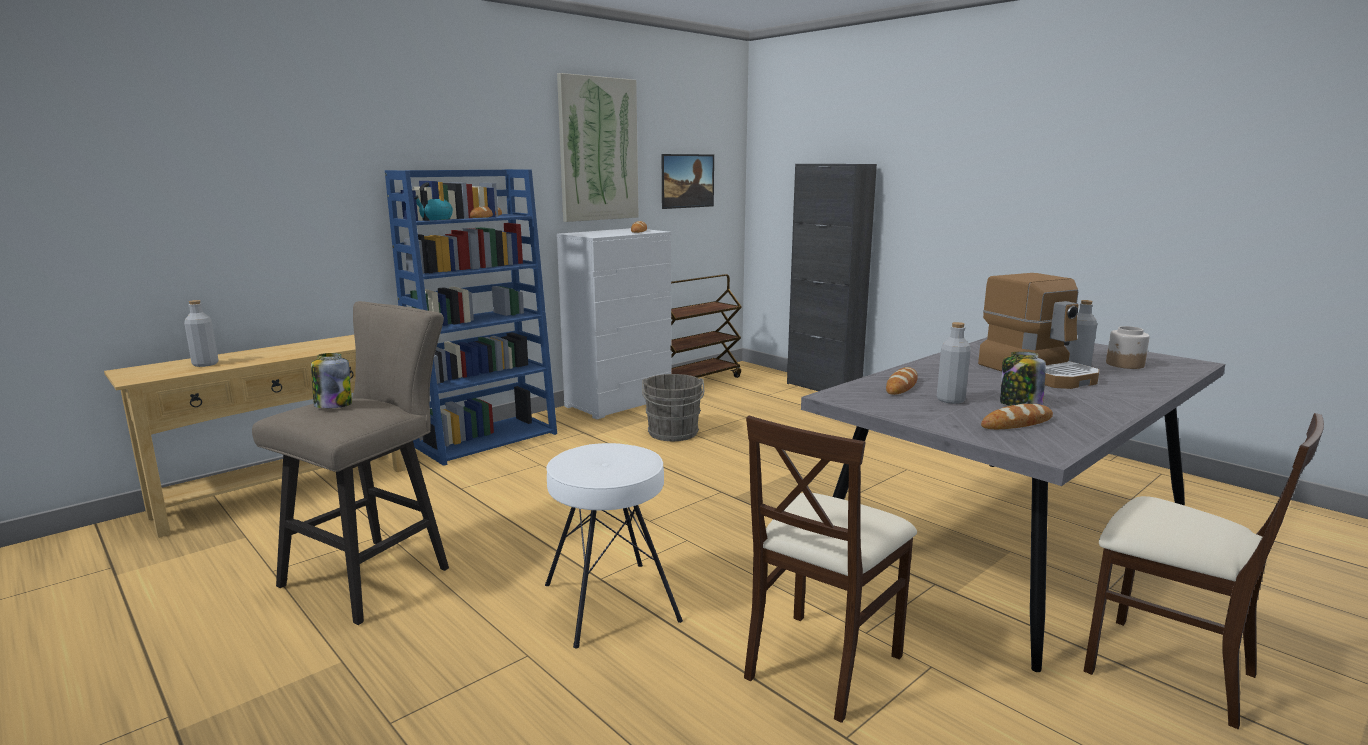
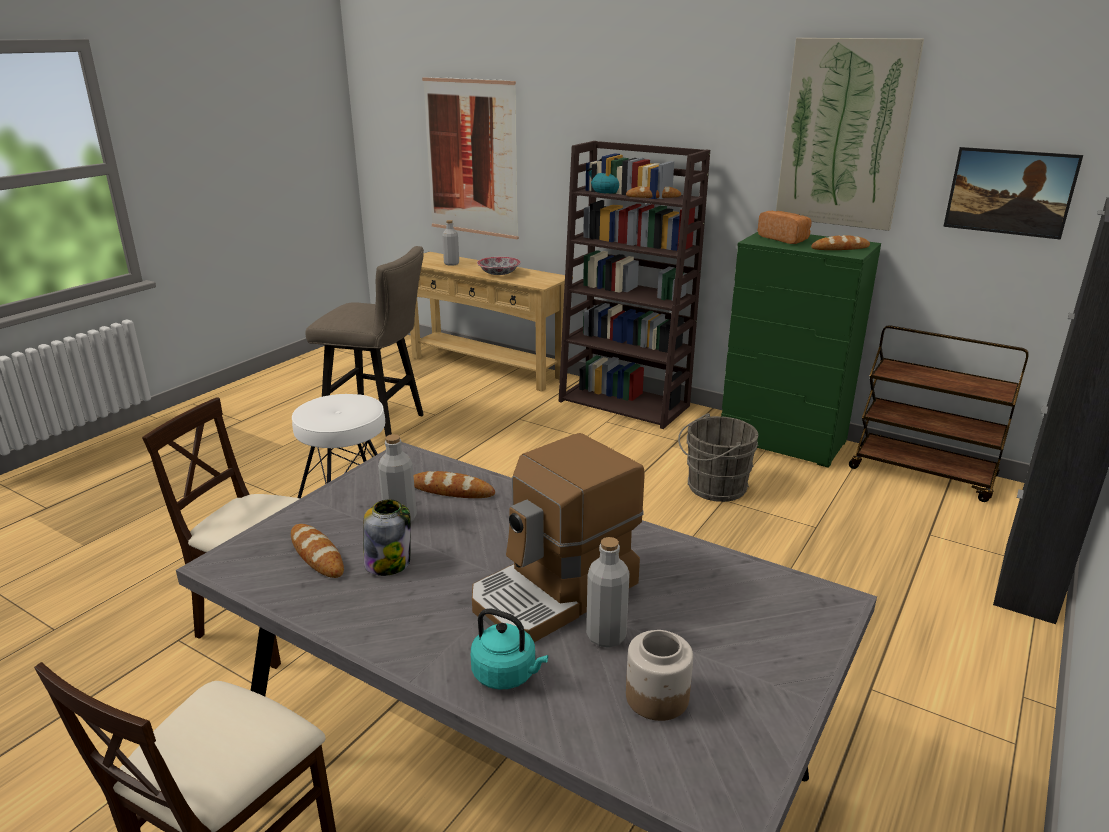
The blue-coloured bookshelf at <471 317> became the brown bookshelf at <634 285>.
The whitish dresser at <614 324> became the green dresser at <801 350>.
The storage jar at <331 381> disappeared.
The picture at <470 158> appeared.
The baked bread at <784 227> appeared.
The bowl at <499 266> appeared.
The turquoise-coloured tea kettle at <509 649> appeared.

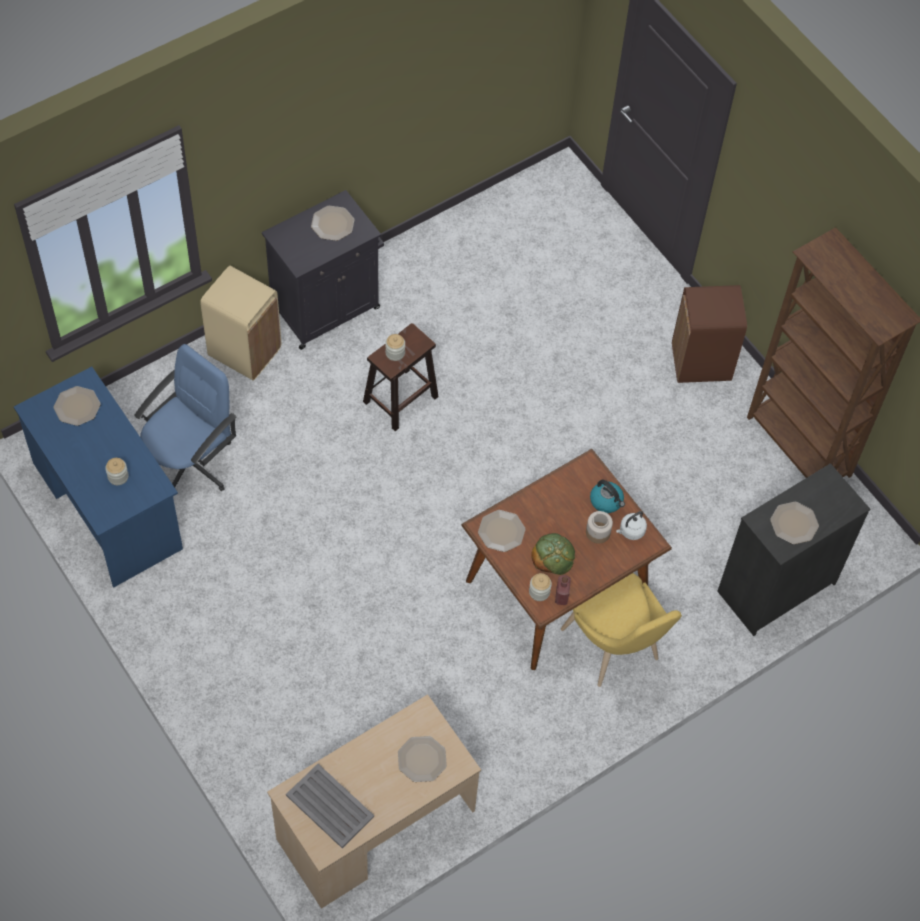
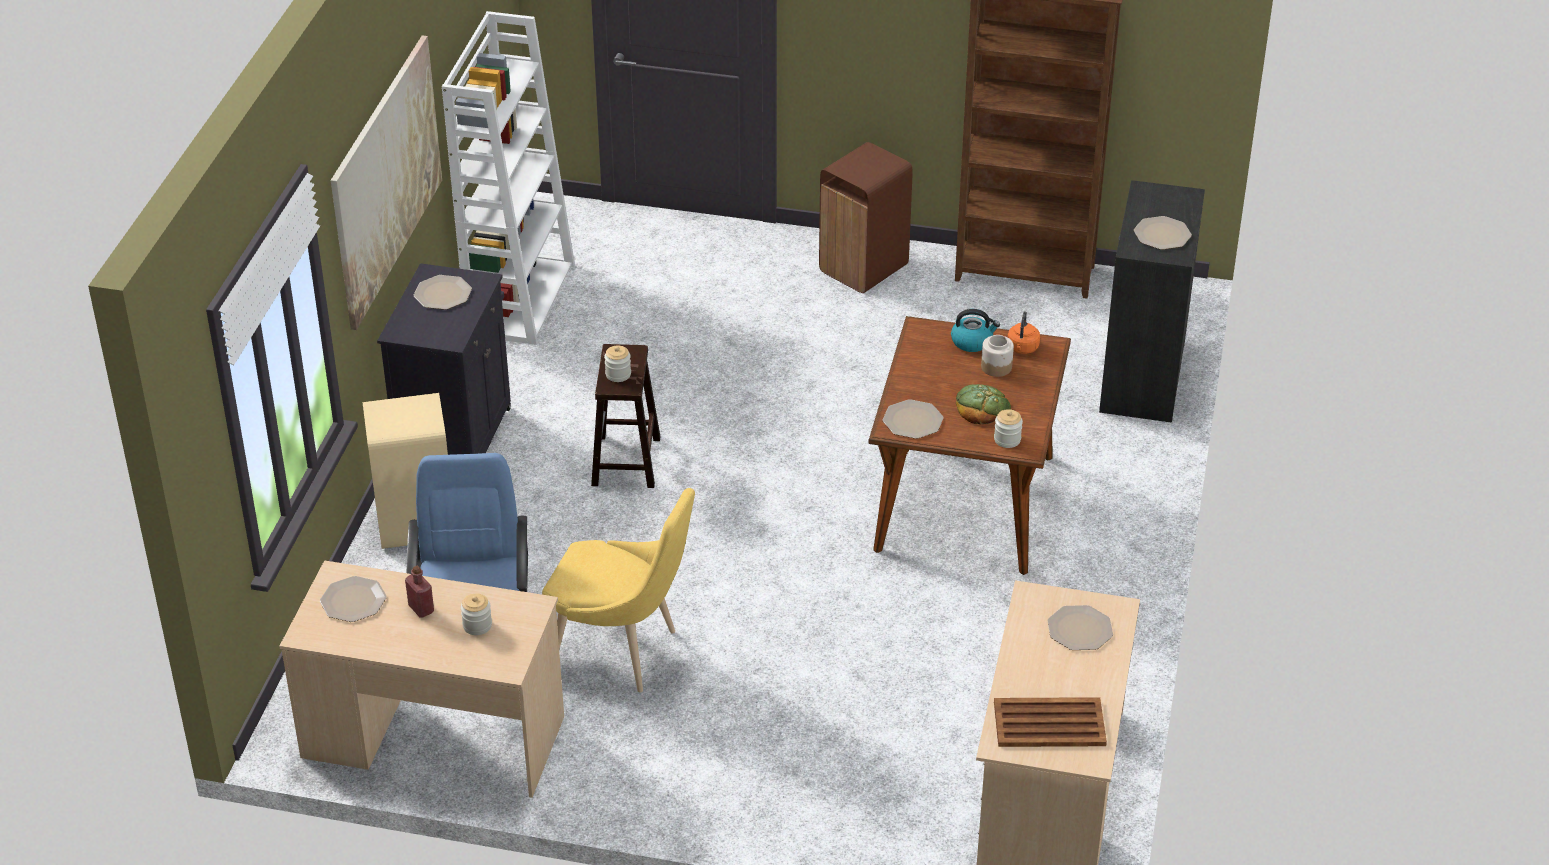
The blue-coloured desk unit at <98 477> became the sand-coloured desk unit at <421 679>.
The whitish tea kettle at <631 525> became the orange tea kettle at <1024 332>.
The yellow upright chair moved from <621 630> to <618 590>.
The red-coloured drink bottle moved from <563 590> to <419 592>.
The grey carrying tray at <330 806> became the brown carrying tray at <1050 722>.
The whitish bookshelf at <508 178> appeared.
The picture at <386 182> appeared.

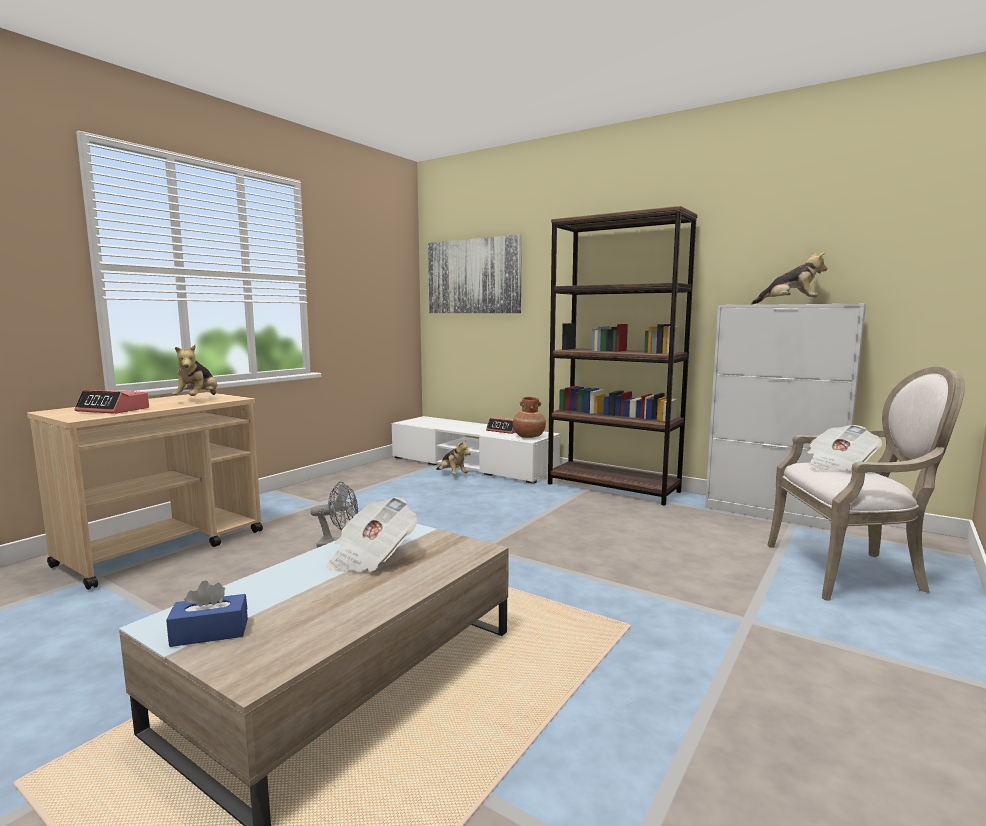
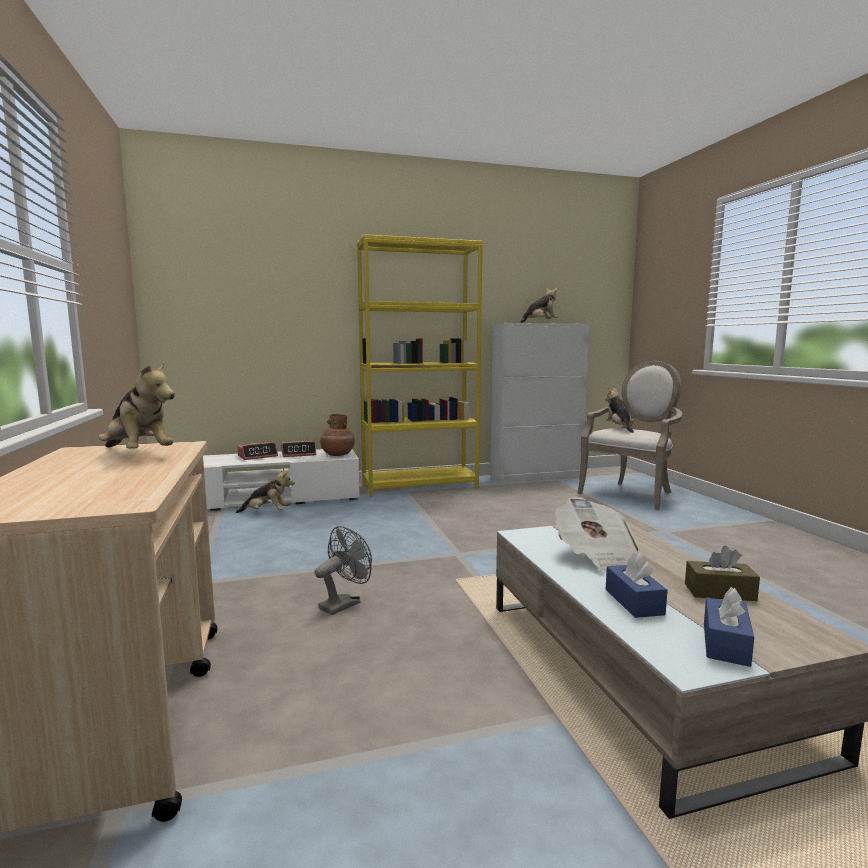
The brown bookshelf at <623 356> became the yellow bookshelf at <419 365>.
The picture at <475 274> disappeared.
The table clock moved from <111 402> to <257 451>.
The printed paper at <845 448> was replaced by the soft toy at <619 410>.
The brown tissue holder at <722 573> appeared.
The blue-coloured tissue holder at <637 585> appeared.

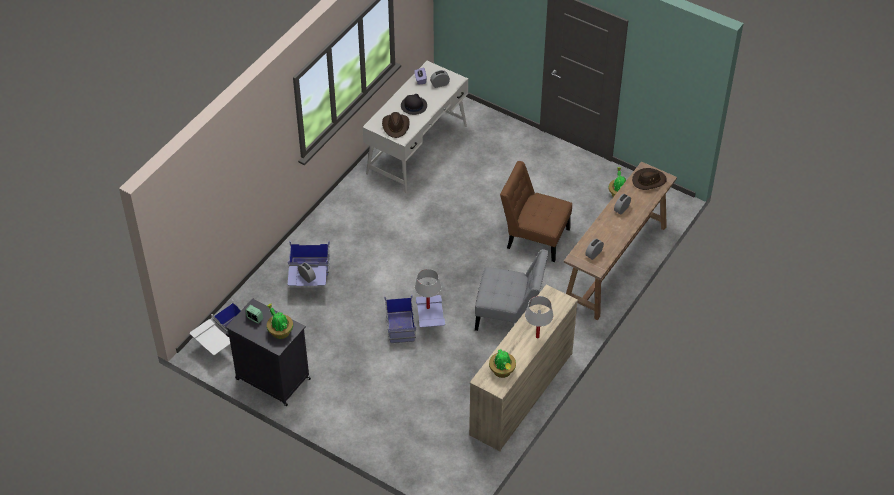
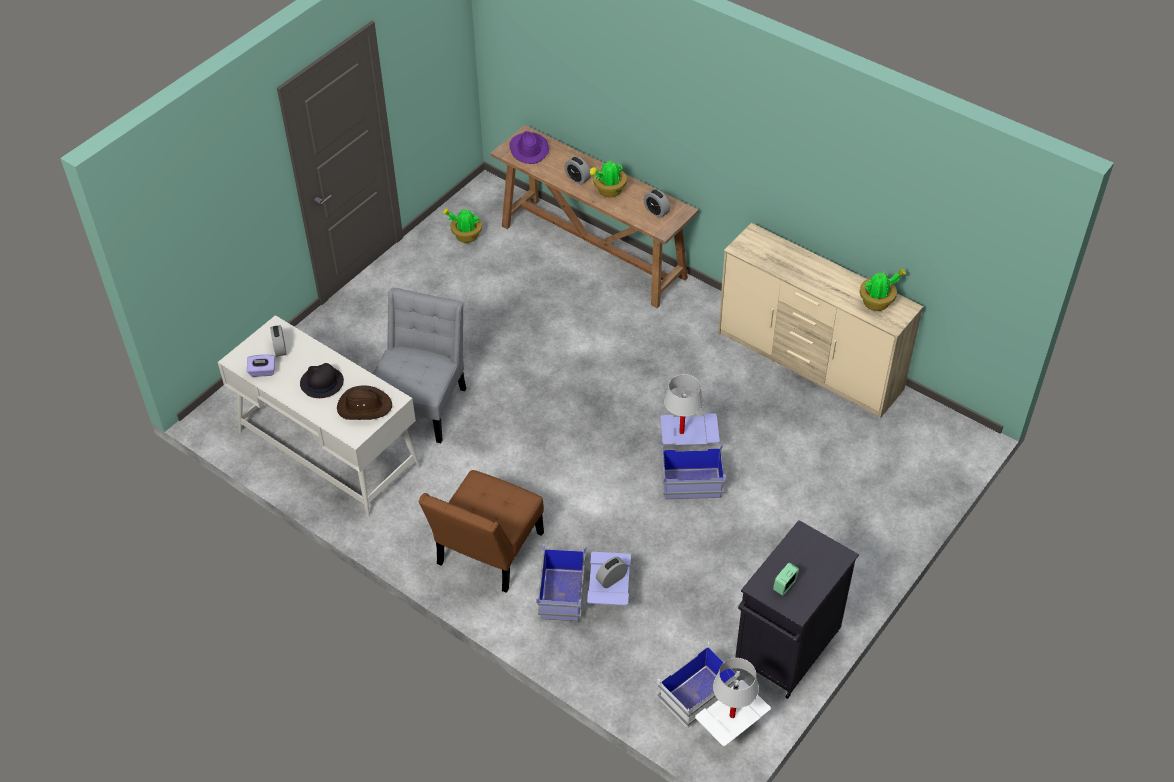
The brown upright chair moved from <536 211> to <481 531>.
The brown hat at <649 179> became the purple hat at <529 147>.
The grey upright chair moved from <512 290> to <419 365>.
The whitish lamp for a table moved from <539 317> to <736 688>.
The plant in a pot moved from <280 321> to <608 179>.

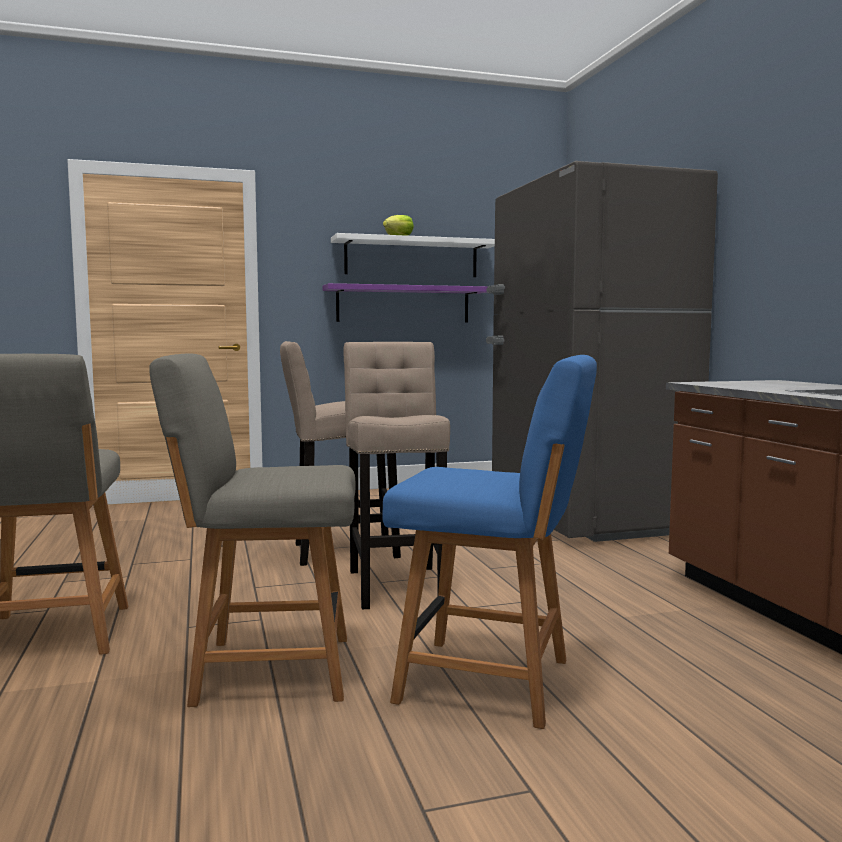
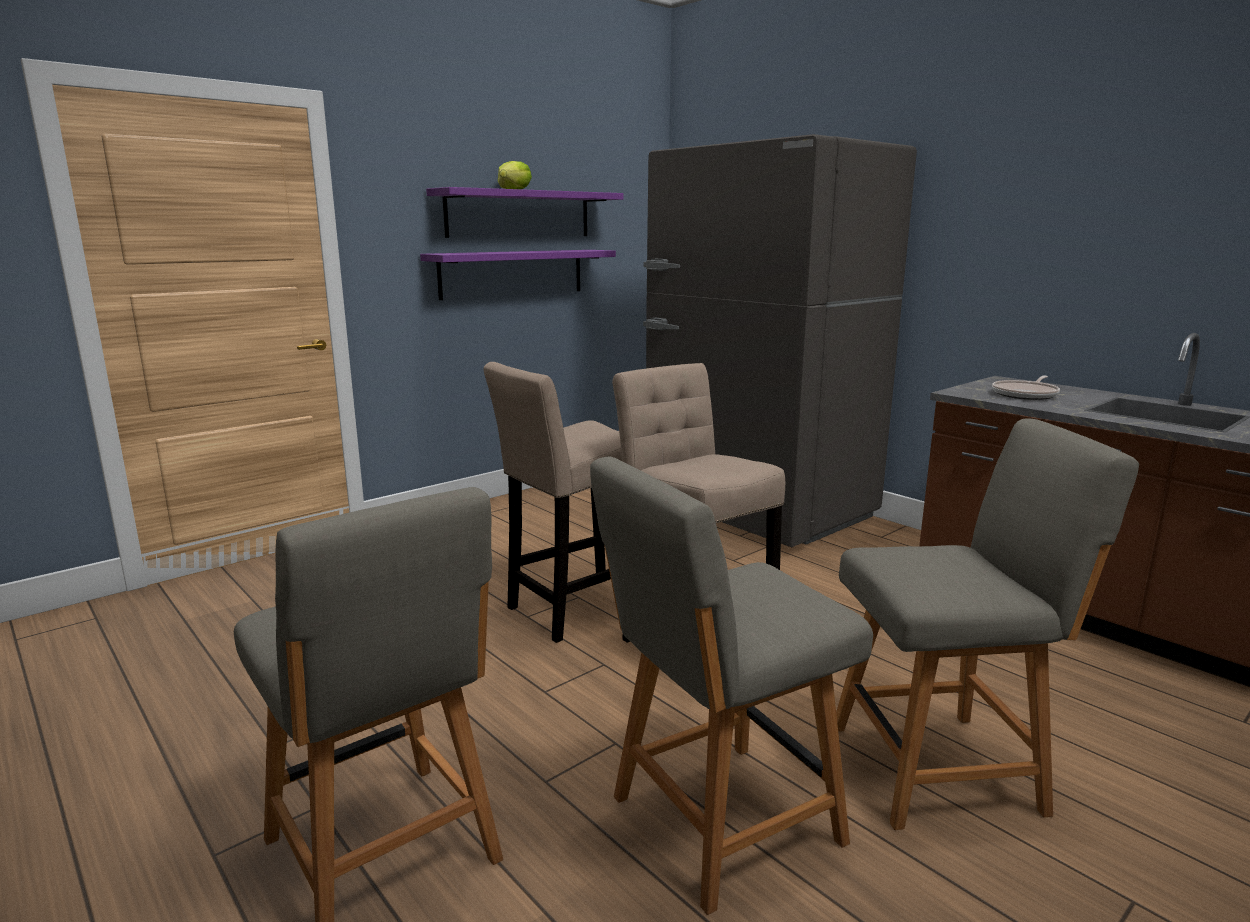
The whitish wall shelf at <413 255> became the purple wall shelf at <524 212>.
The blue-coloured upright chair at <489 542> became the grey upright chair at <987 624>.
The skillet at <1026 388> appeared.

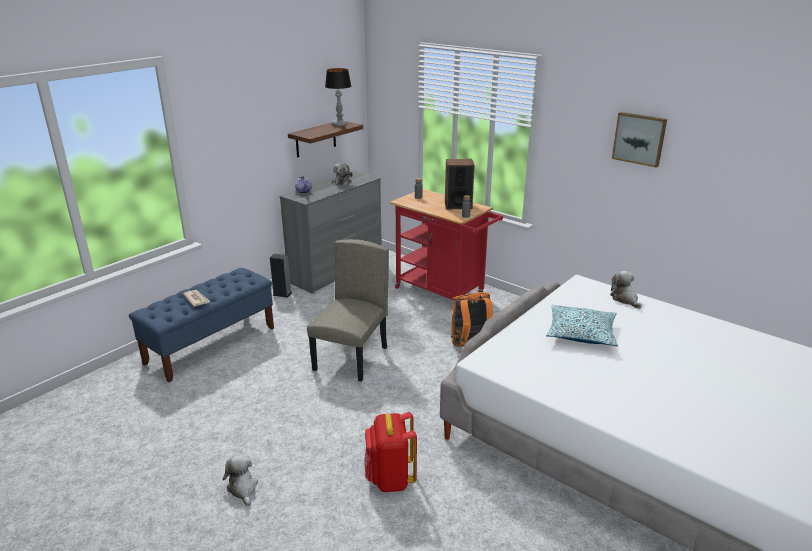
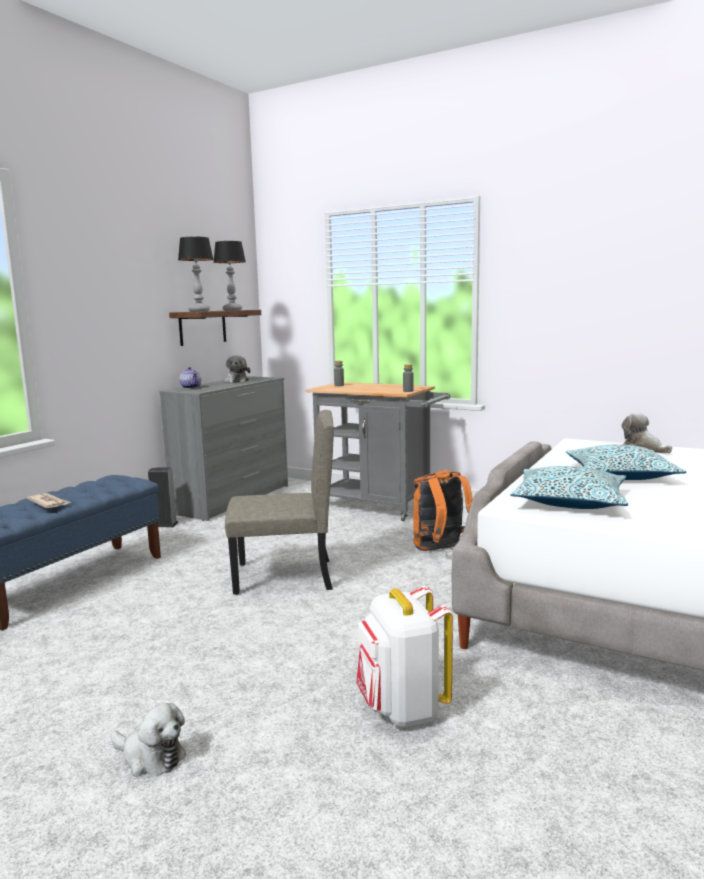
The picture at <639 140> disappeared.
The loudspeaker at <460 184> disappeared.
The red-coloured trolley at <446 246> became the grey trolley at <378 451>.
The sand-coloured upright chair at <348 310> turned 75 degrees clockwise.
The red-coloured rucksack at <390 452> became the whitish rucksack at <404 656>.
The soft toy at <240 480> turned 150 degrees clockwise.
The lamp for a table at <196 274> appeared.
The throw pillow at <569 487> appeared.

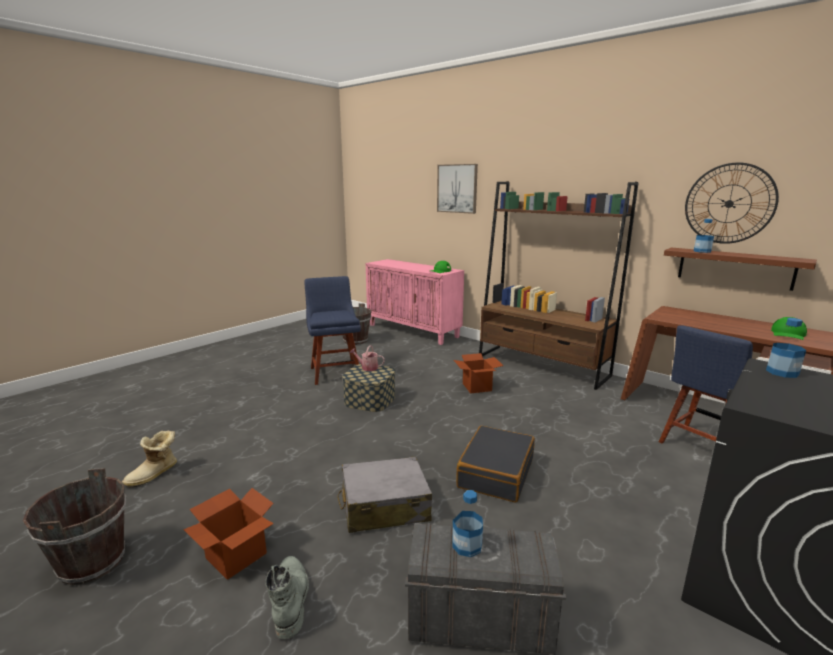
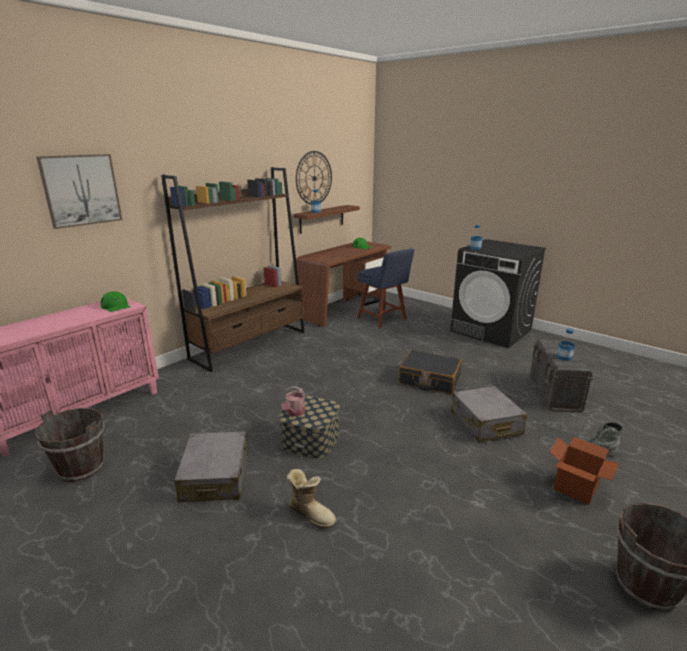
The blue-coloured upright chair at <332 330> was replaced by the grey suitcase at <211 466>.
The packing box at <479 373> disappeared.
The high-top boot moved from <149 459> to <311 499>.

